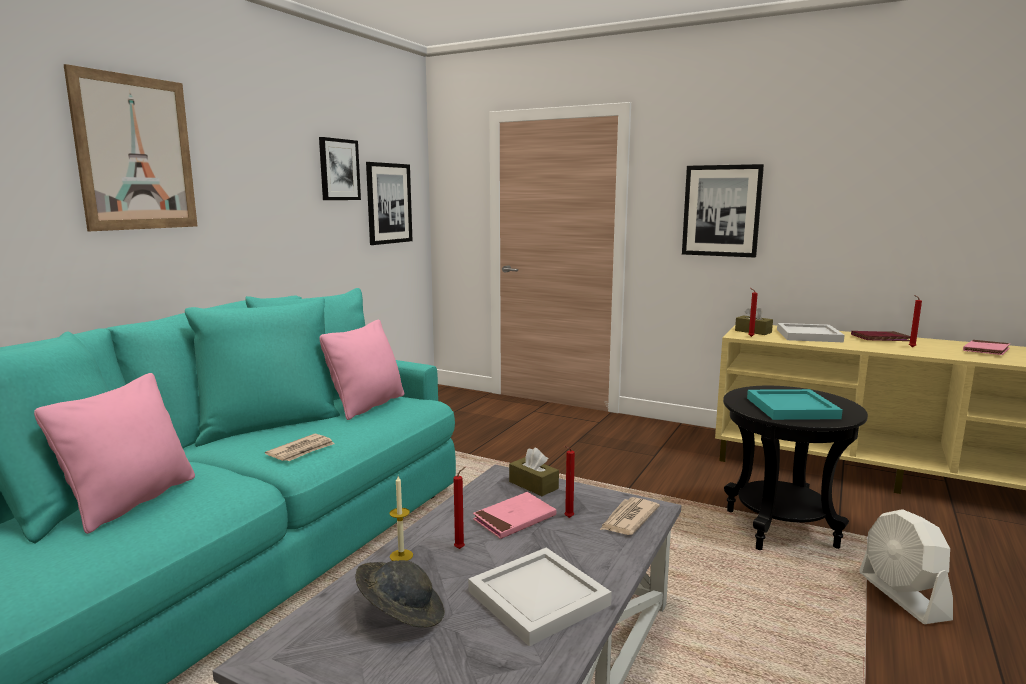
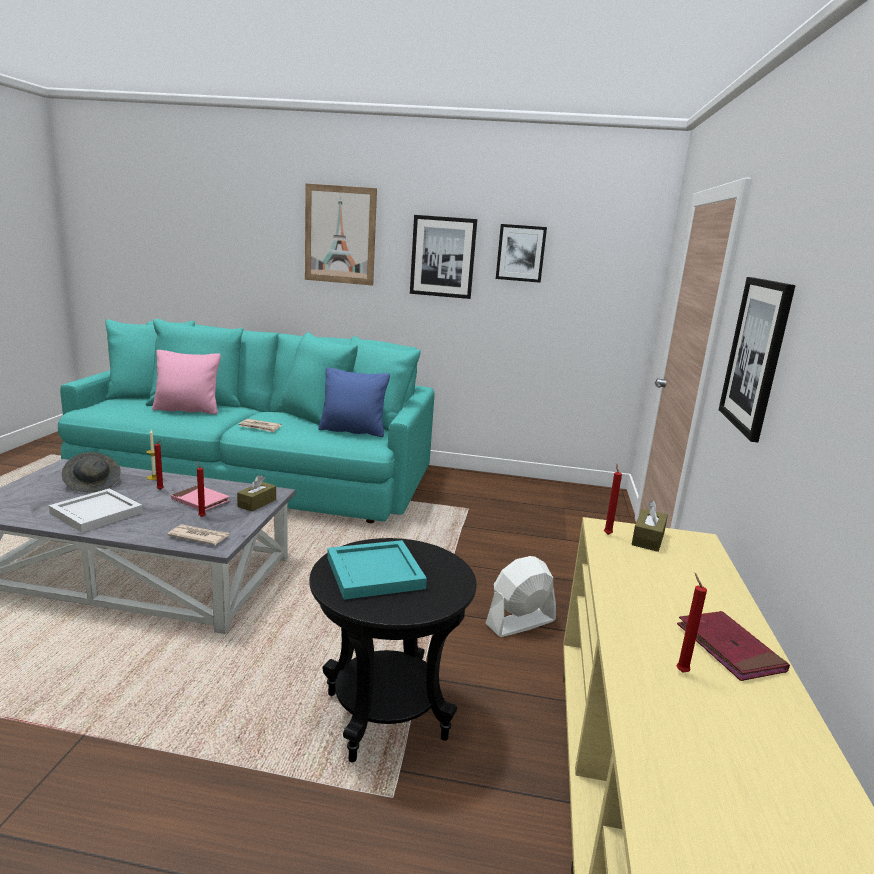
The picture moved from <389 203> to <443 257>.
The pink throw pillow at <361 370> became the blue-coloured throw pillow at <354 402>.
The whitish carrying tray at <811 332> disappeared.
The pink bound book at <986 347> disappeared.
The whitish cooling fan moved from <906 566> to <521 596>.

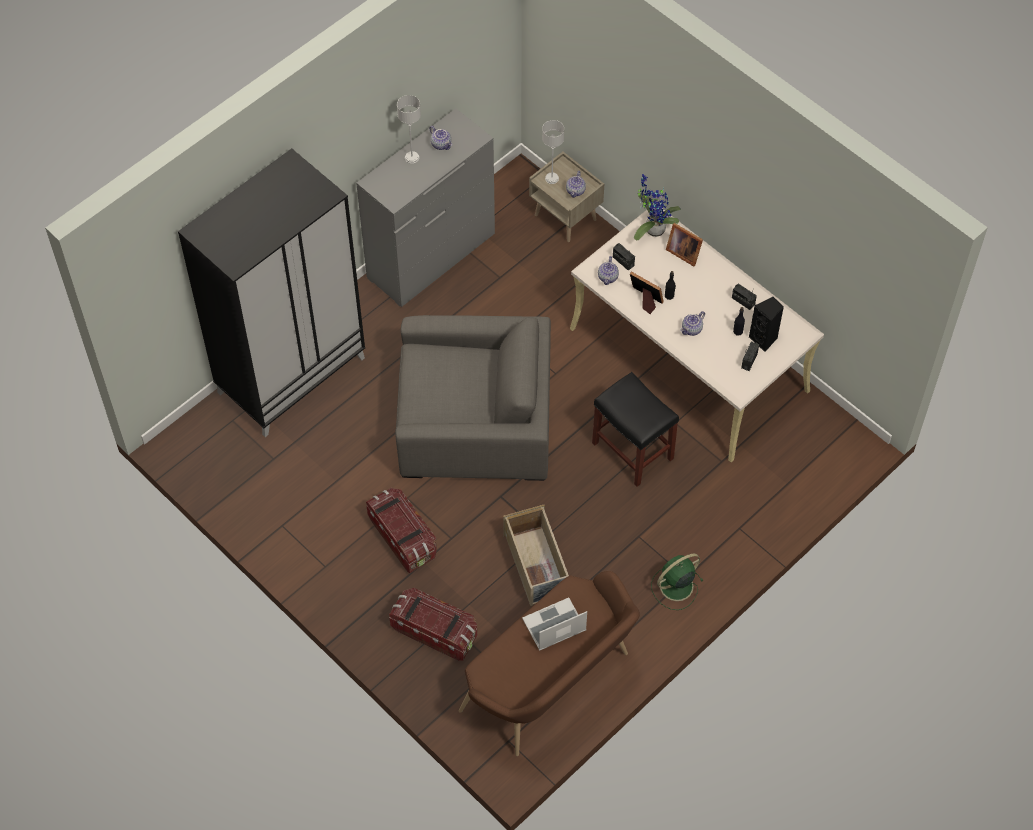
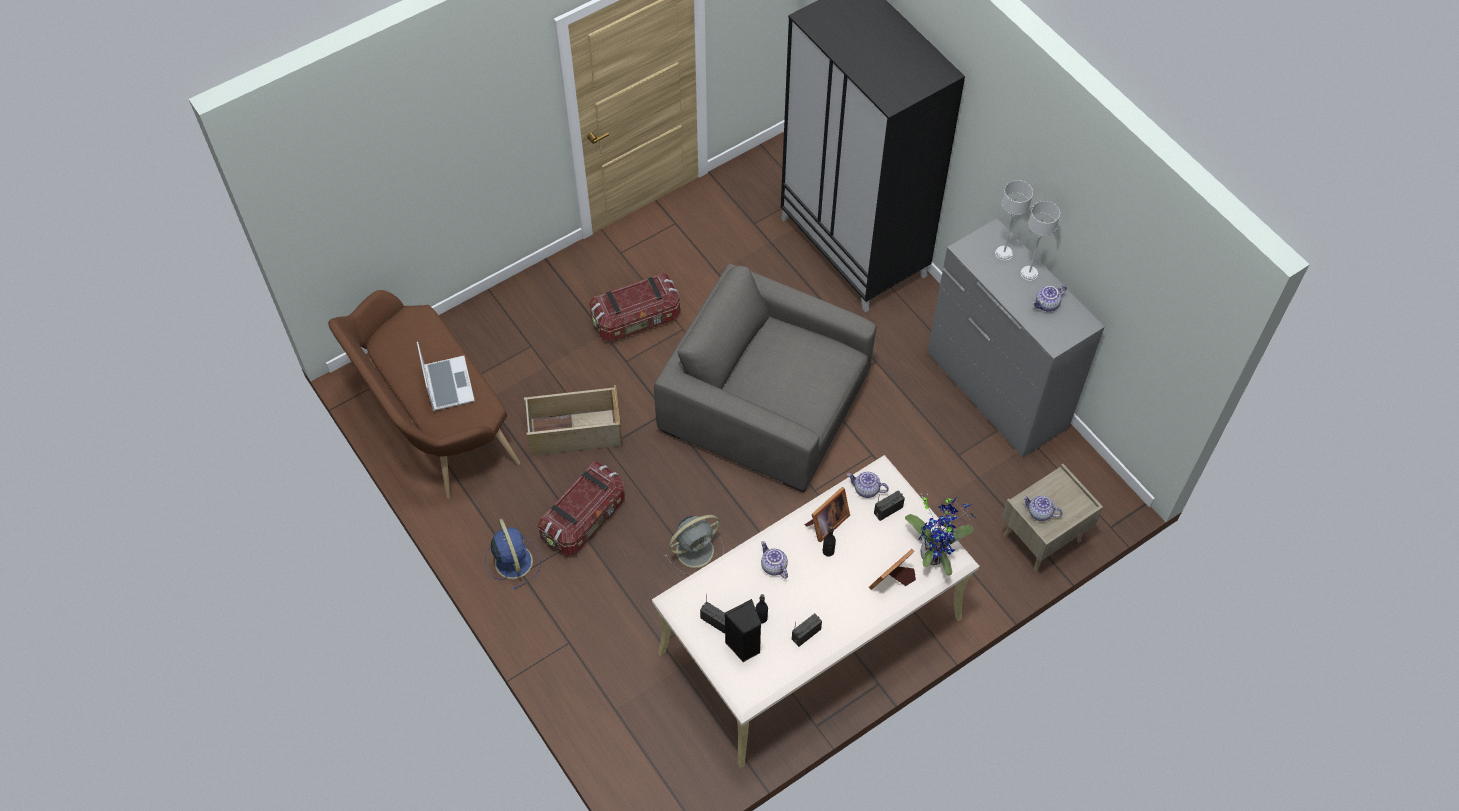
The grey lamp for a table moved from <553 152> to <1014 220>.
The grey lounge chair at <473 398> turned 105 degrees clockwise.
The black-coloured stool seat at <635 429> was replaced by the grey cooling fan at <694 545>.
The green cooling fan at <677 582> became the blue-coloured cooling fan at <512 554>.
The storage container moved from <433 624> to <581 508>.

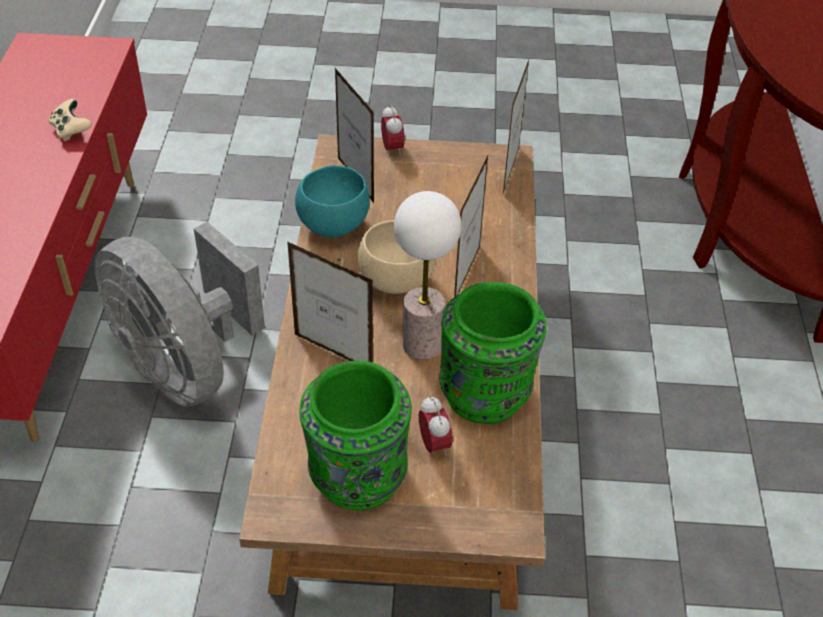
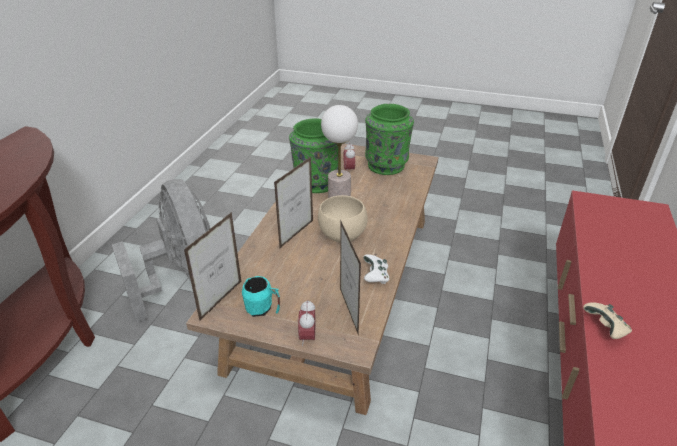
The turquoise-coloured bowl at <332 201> was replaced by the whitish gamepad at <376 269>.
The grey cooling fan moved from <179 314> to <161 250>.
The picture frame at <330 302> disappeared.
The turquoise-coloured coffee mug at <261 296> appeared.

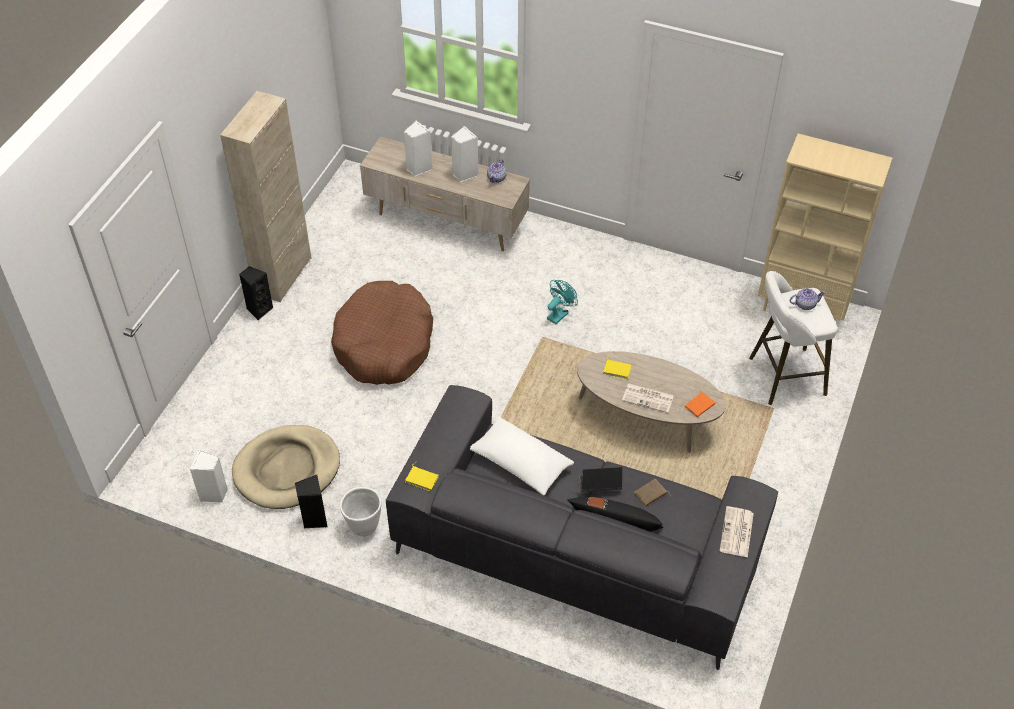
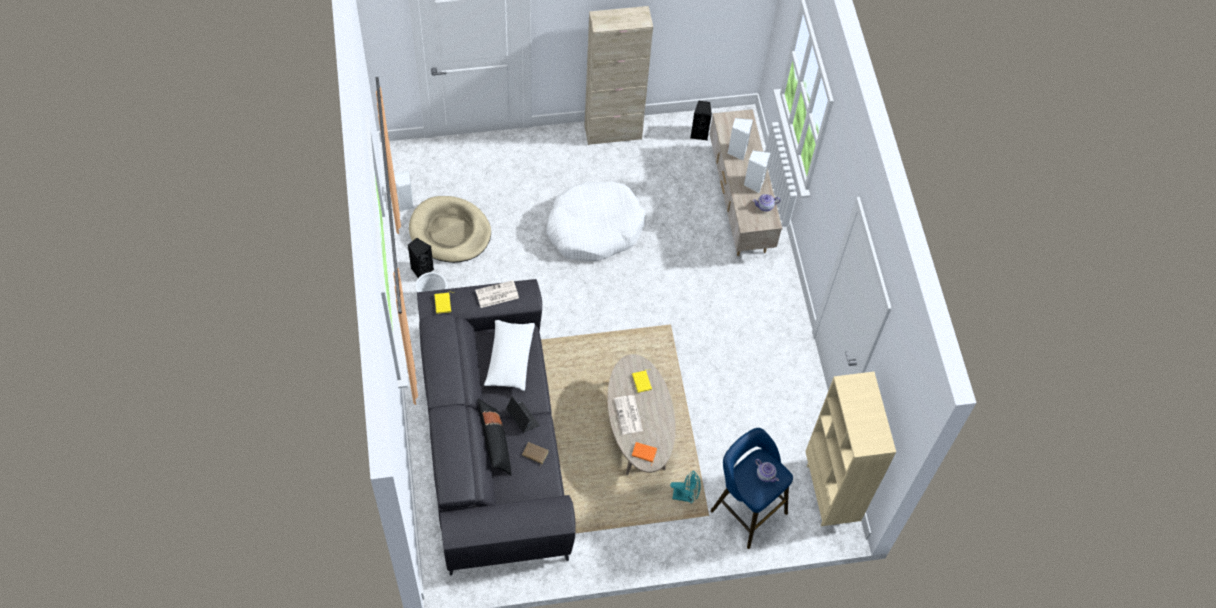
The black-coloured loudspeaker moved from <256 293> to <701 120>.
The whitish stool seat at <793 338> became the blue-coloured stool seat at <751 488>.
The turquoise-coloured cooling fan moved from <562 302> to <685 487>.
The brown pet bed at <382 333> became the whitish pet bed at <595 221>.
The printed paper moved from <737 532> to <497 294>.

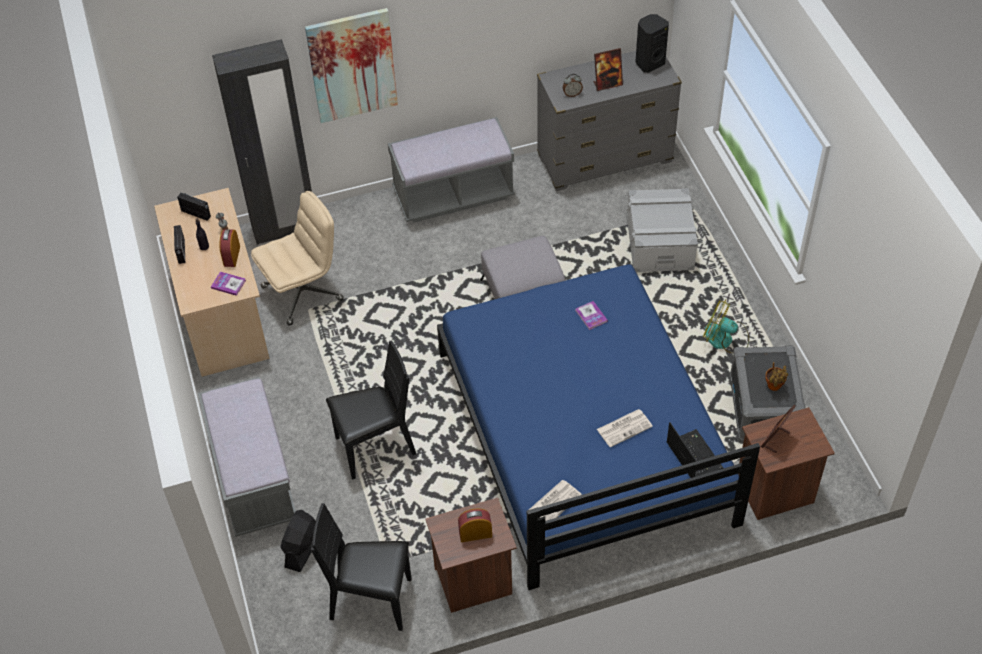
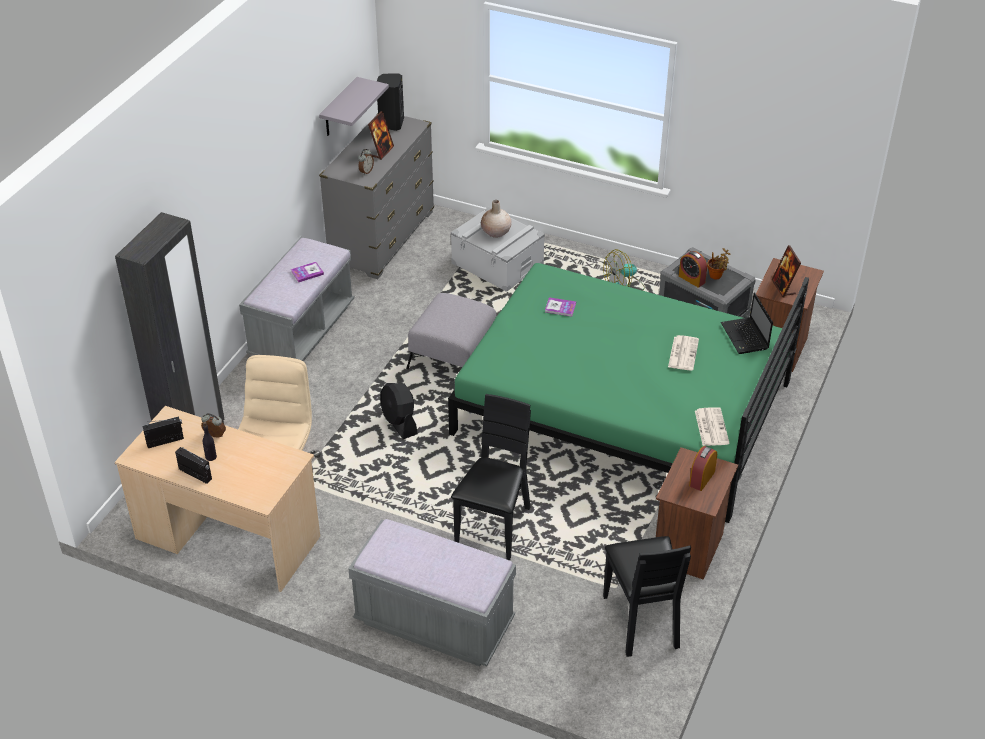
The picture at <351 65> disappeared.
The table clock moved from <230 248> to <693 269>.
The blue-coloured bedroom bed at <598 427> became the green bedroom bed at <628 393>.
The bound book moved from <228 283> to <307 272>.
The portable computer at <695 450> turned 120 degrees counterclockwise.
The black-coloured upright chair at <361 567> turned 60 degrees counterclockwise.
The black-coloured cooling fan moved from <298 541> to <399 411>.
The grey wall shelf at <354 106> appeared.
The sand-coloured decorative vase at <496 219> appeared.

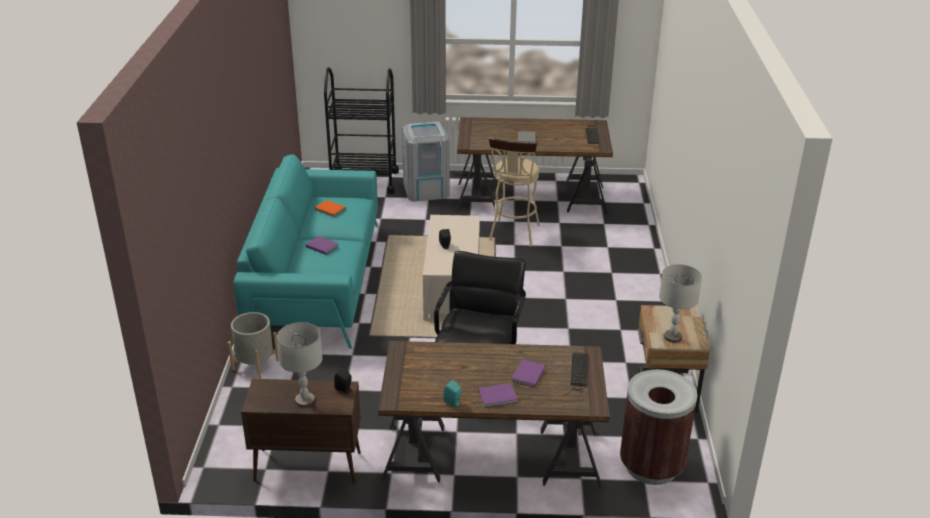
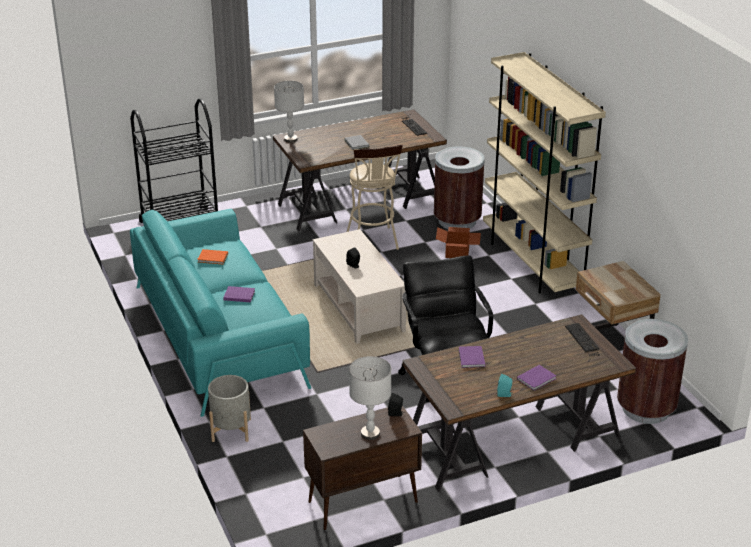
The grey waste bin at <426 161> disappeared.
The grey lamp for a table moved from <680 303> to <289 111>.
The purple bound book moved from <528 373> to <471 357>.
The sand-coloured bookshelf at <544 173> appeared.
The brown waste bin at <459 187> appeared.
The packing box at <458 242> appeared.

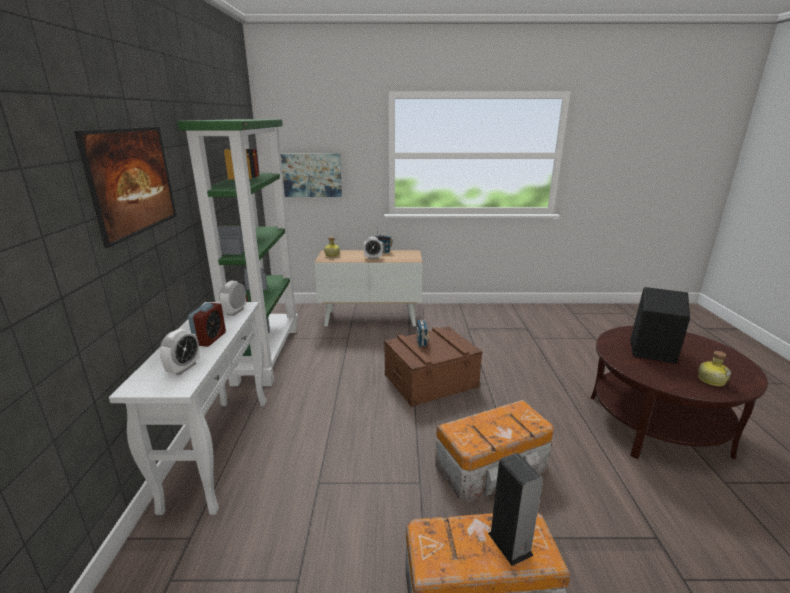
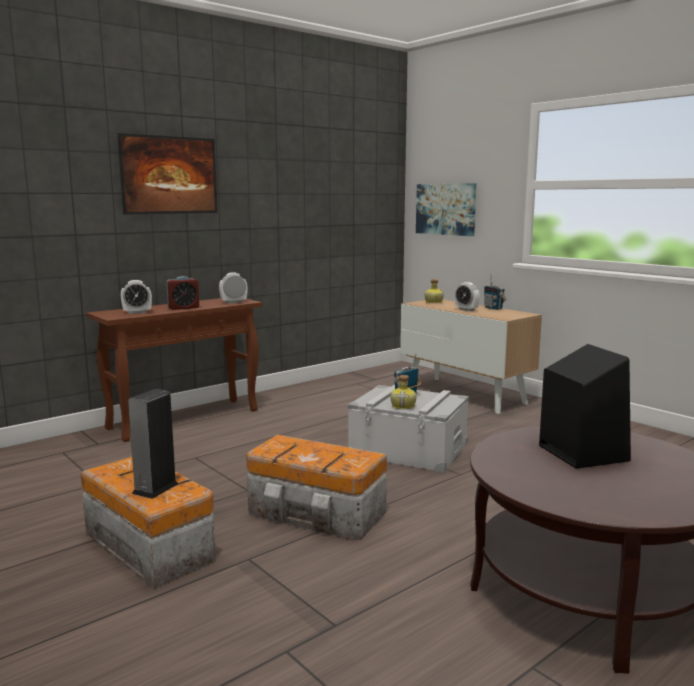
The green bookshelf at <237 252> disappeared.
The whitish narrow table at <187 408> became the brown narrow table at <174 370>.
The brown storage container at <433 366> became the grey storage container at <408 429>.
The drink bottle moved from <714 368> to <403 392>.

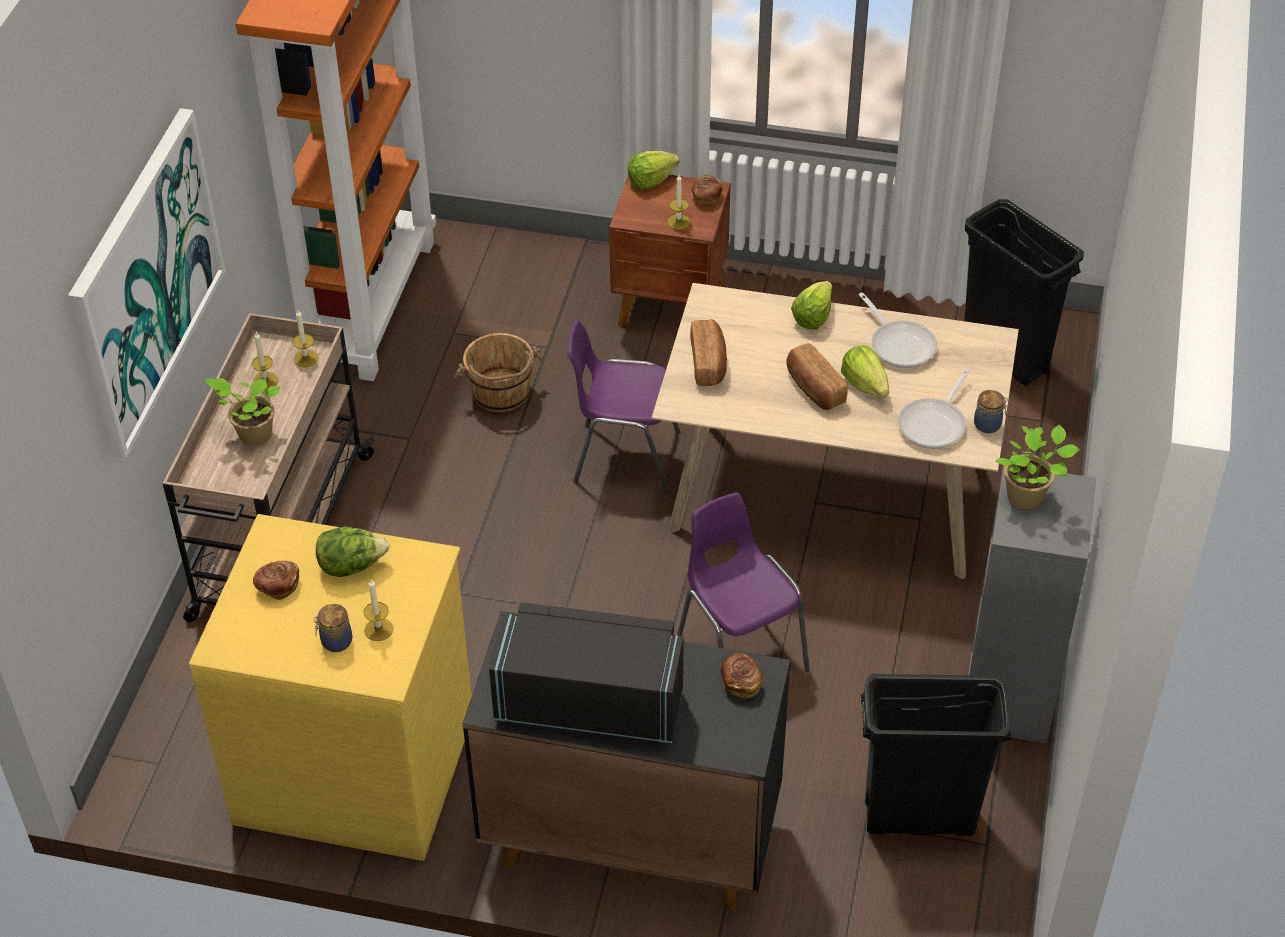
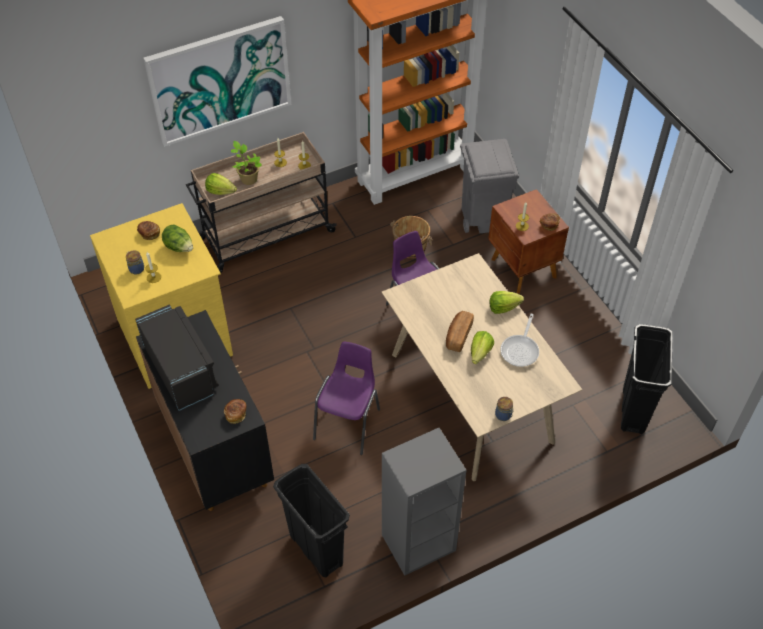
The head of lettuce moved from <653 170> to <221 184>.
The baked bread at <708 352> disappeared.
The skillet at <934 408> disappeared.
The plant in a pot at <1037 467> disappeared.
The grey waste bin at <489 186> appeared.

